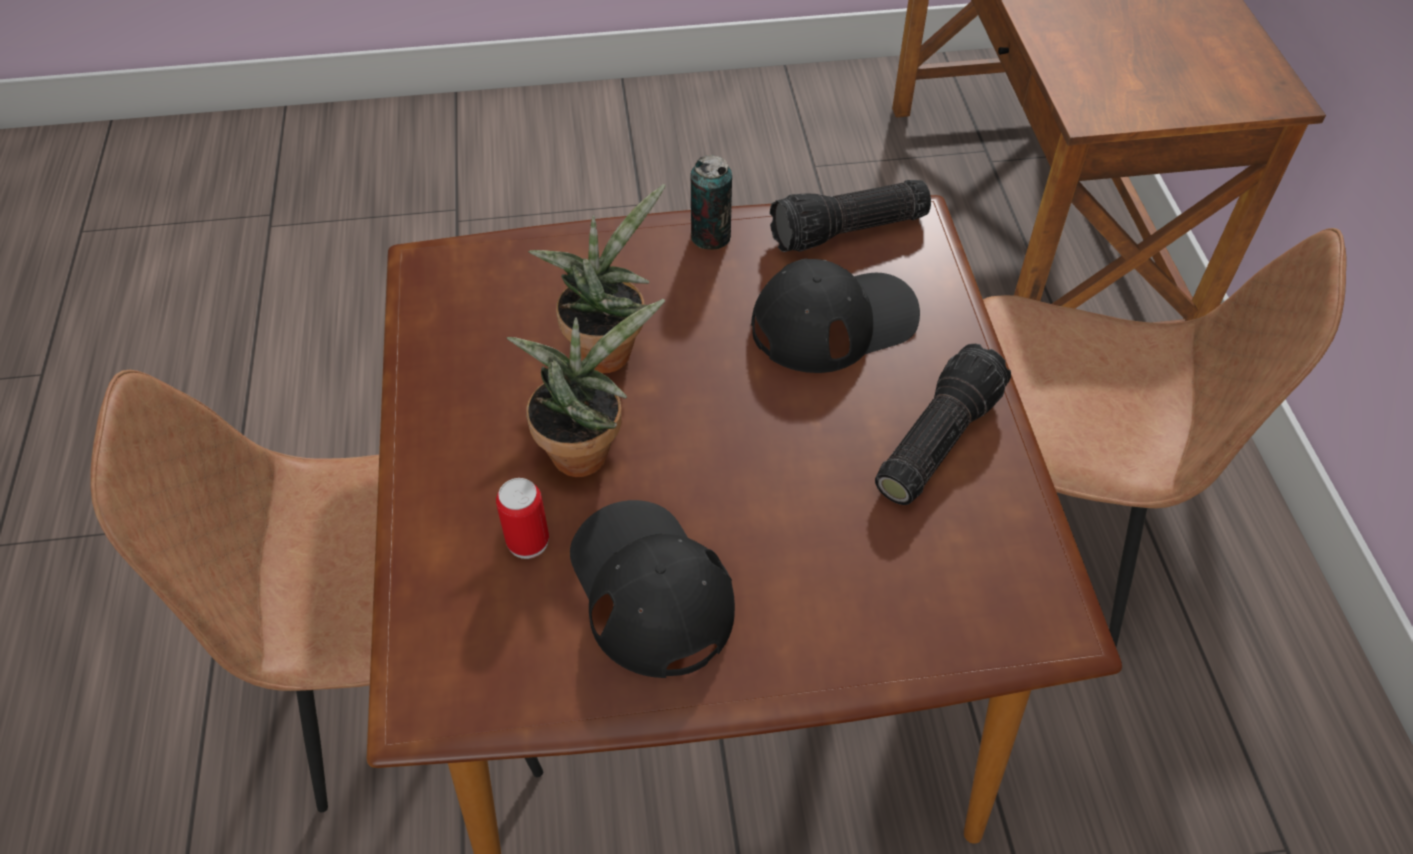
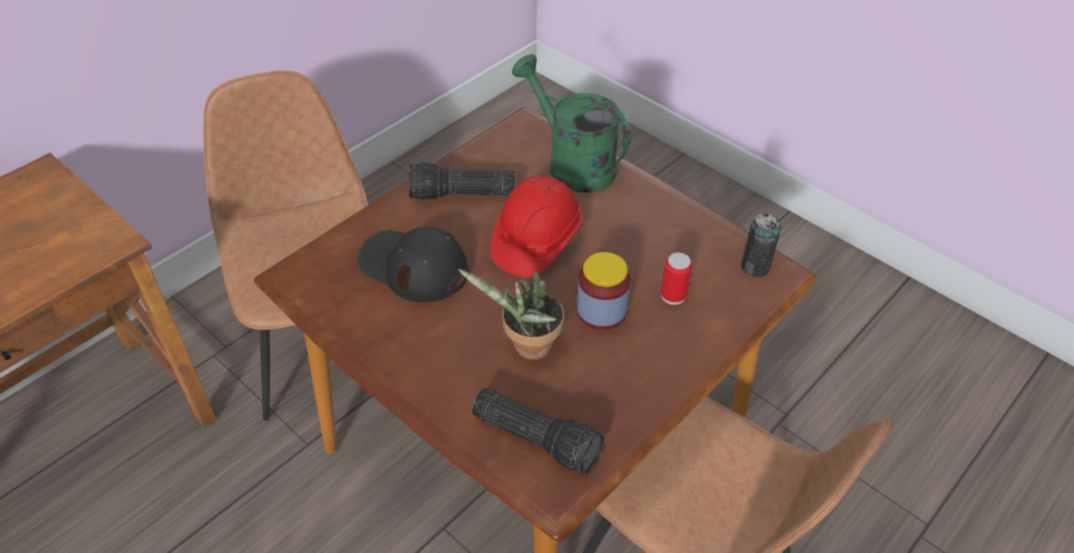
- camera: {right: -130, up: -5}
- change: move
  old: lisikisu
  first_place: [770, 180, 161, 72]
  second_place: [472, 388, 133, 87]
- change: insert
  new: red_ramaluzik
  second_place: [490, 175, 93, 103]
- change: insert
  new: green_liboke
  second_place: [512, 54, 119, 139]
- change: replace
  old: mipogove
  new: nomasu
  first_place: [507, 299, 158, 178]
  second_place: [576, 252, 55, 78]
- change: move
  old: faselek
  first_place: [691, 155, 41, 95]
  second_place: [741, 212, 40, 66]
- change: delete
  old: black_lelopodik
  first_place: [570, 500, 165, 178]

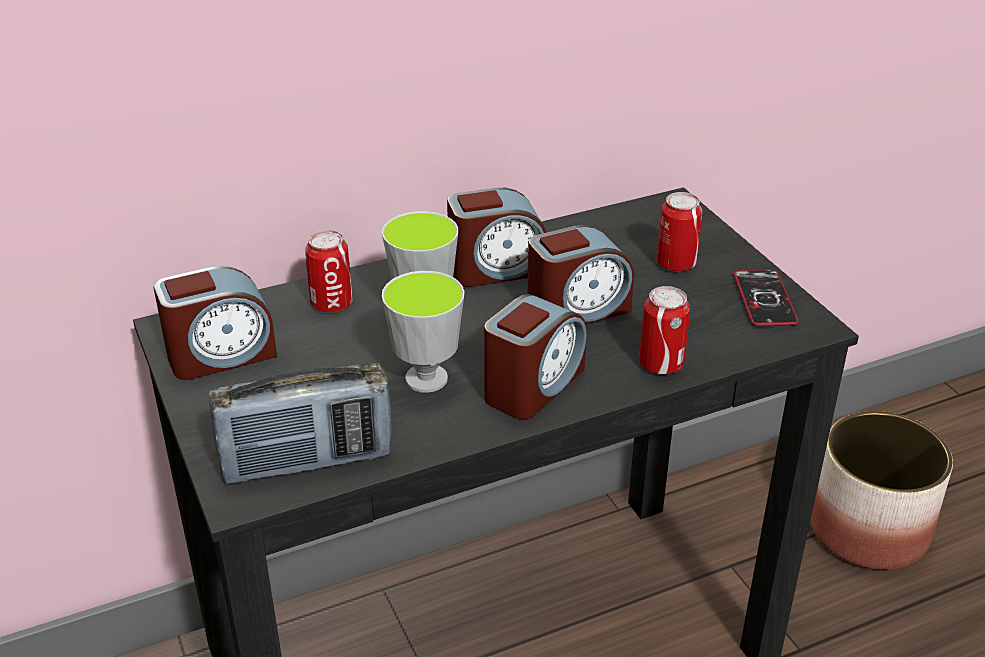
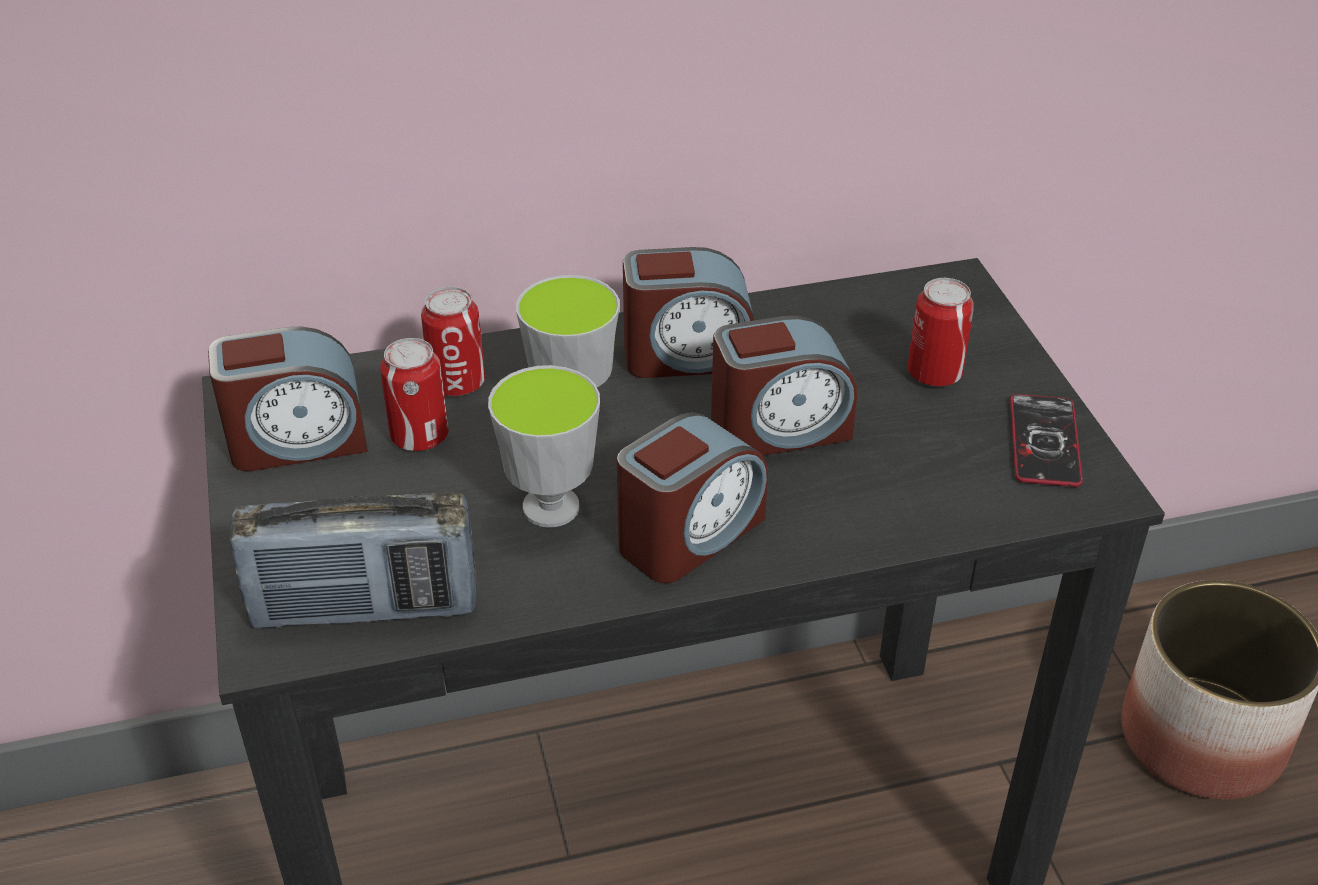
- camera: {right: 10, up: 5}
- change: move
  old: faselek
  first_place: [639, 286, 51, 88]
  second_place: [380, 338, 69, 113]

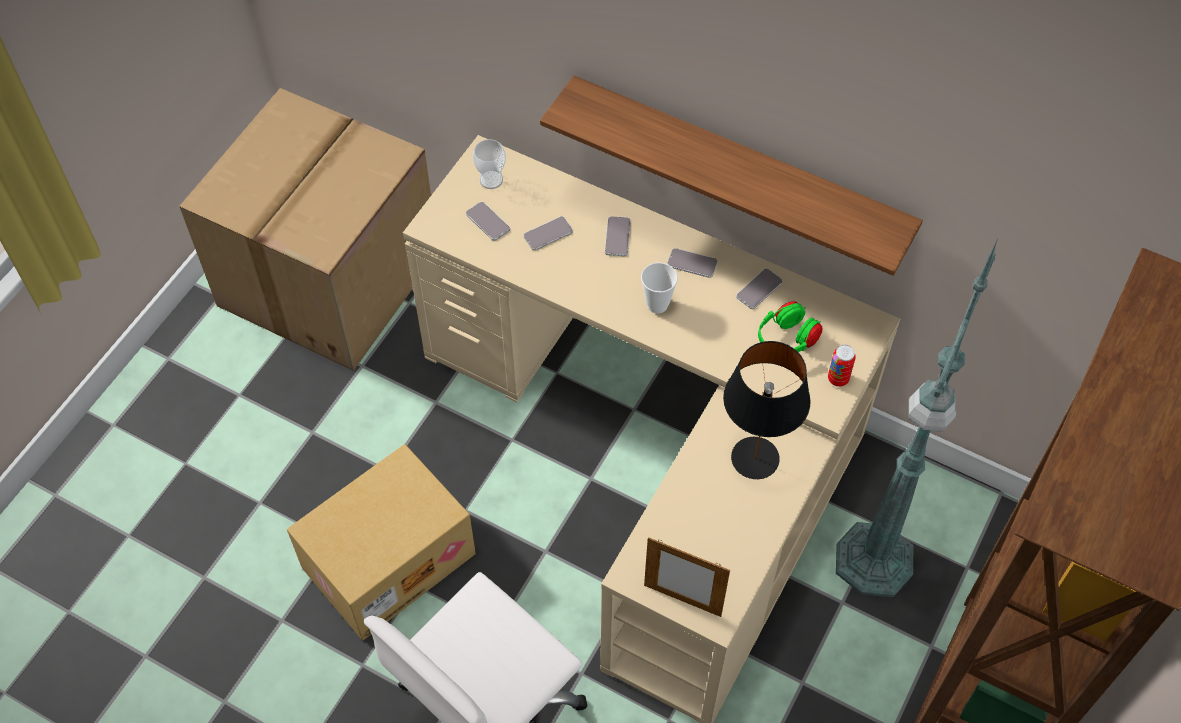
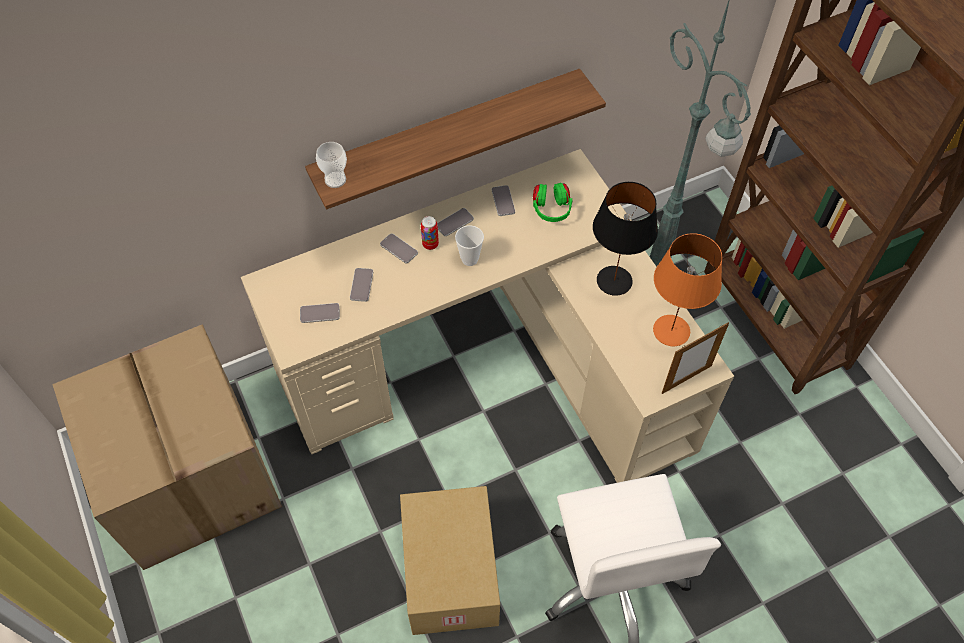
- camera: {right: -55, up: 0}
- change: move
  old: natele
  first_place: [473, 139, 33, 50]
  second_place: [316, 142, 31, 46]
- change: move
  old: faselek
  first_place: [828, 344, 28, 43]
  second_place: [421, 216, 18, 34]
- change: insert
  new: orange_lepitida
  second_place: [653, 233, 69, 113]

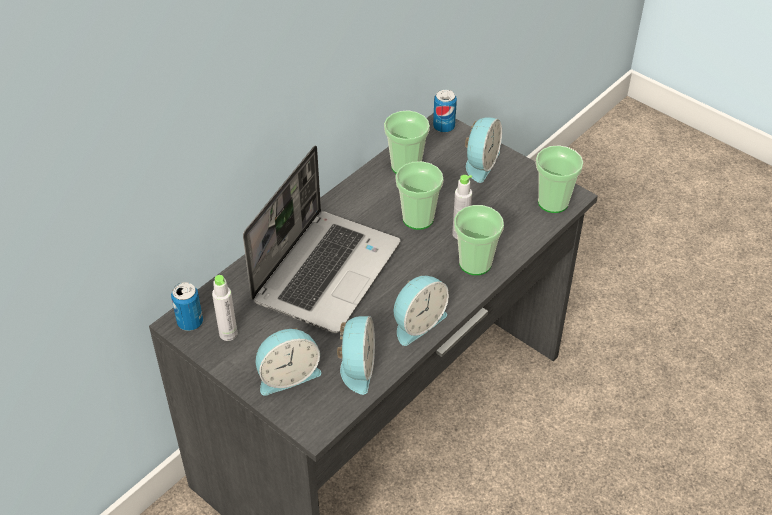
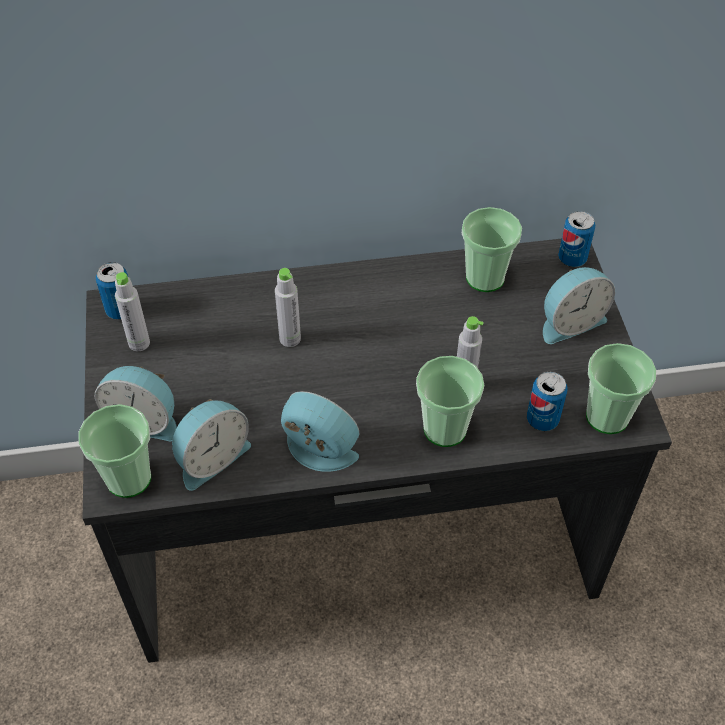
- camera: {right: 40, up: 5}
- change: move
  old: natele
  first_place: [396, 161, 47, 69]
  second_place: [78, 404, 73, 94]
- change: replace
  old: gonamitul
  new: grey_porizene
  first_place: [243, 145, 158, 188]
  second_place: [275, 268, 26, 79]
- change: rotate
  old: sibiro
  first_place: [394, 276, 55, 70]
  second_place: [281, 391, 78, 81]
  degrees: -150
- change: insert
  new: faselek
  second_place: [527, 372, 41, 59]

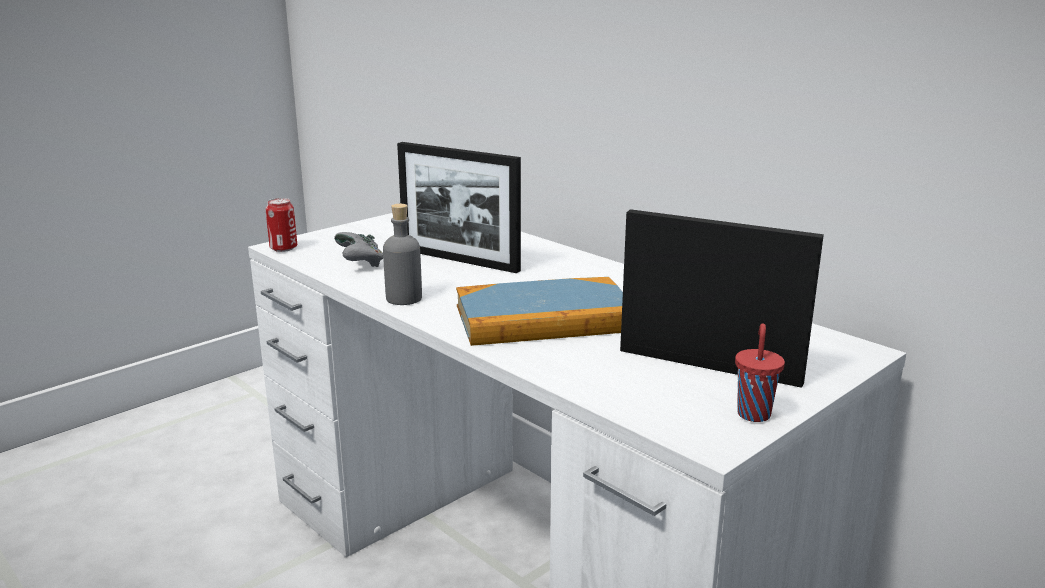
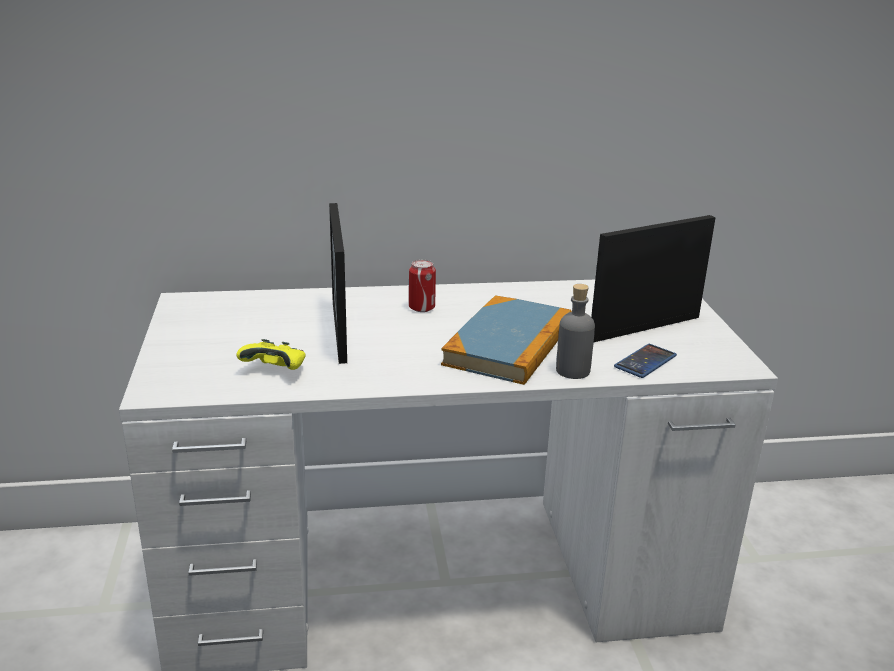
- camera: {right: -55, up: 5}
- change: recolor
  old: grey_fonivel
  new: yellow_fonivel
  first_place: [334, 232, 49, 35]
  second_place: [236, 339, 70, 31]
- change: rotate
  old: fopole
  first_place: [397, 142, 124, 131]
  second_place: [329, 203, 18, 161]
  degrees: 105
- change: move
  old: faselek
  first_place: [266, 198, 31, 54]
  second_place: [409, 259, 27, 53]
- change: move
  old: grey_porizene
  first_place: [383, 204, 39, 101]
  second_place: [556, 284, 39, 95]
- change: insert
  new: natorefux
  second_place: [614, 344, 63, 34]
- change: delete
  old: red_natele
  first_place: [735, 323, 50, 99]

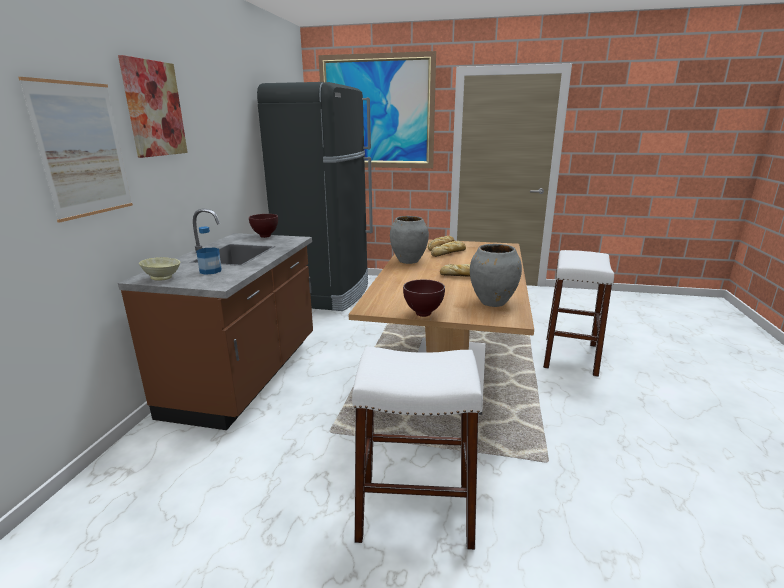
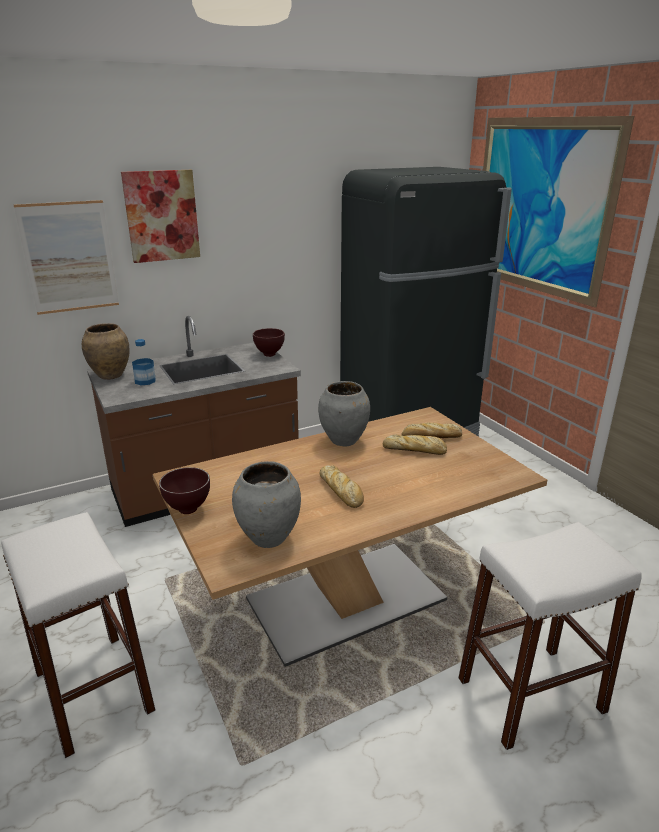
- camera: {right: 50, up: 5}
- change: replace
  old: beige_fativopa
  new: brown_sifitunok
  first_place: [139, 257, 41, 24]
  second_place: [82, 323, 47, 57]

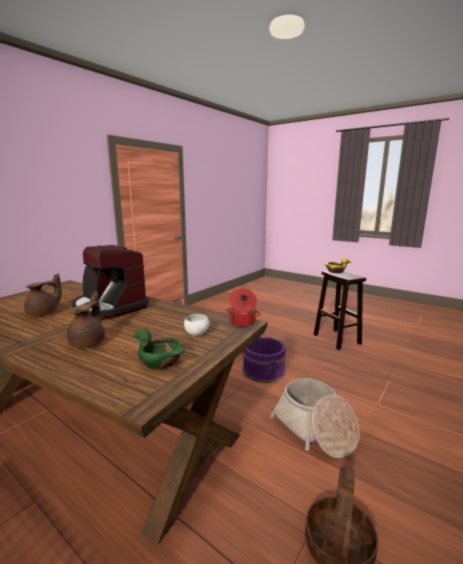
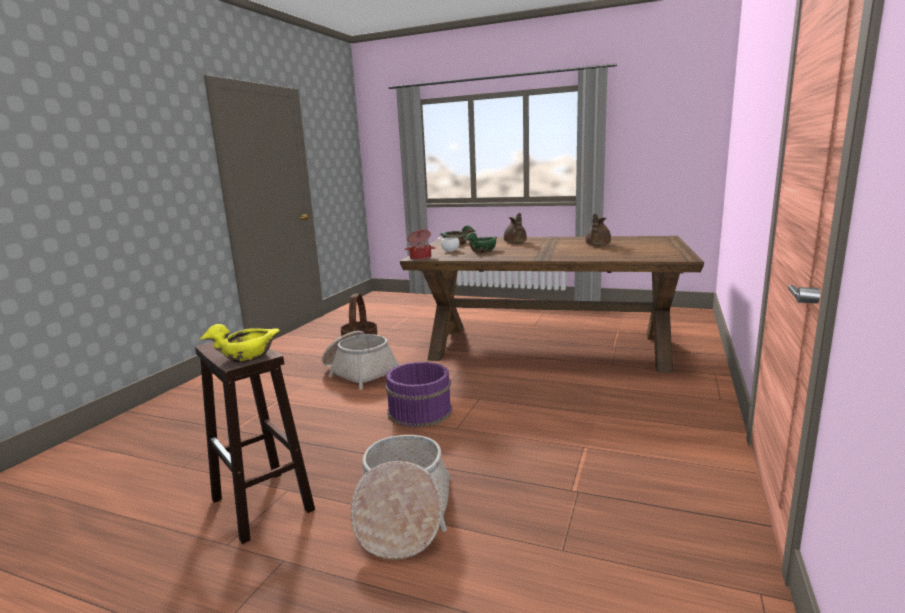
- camera: {right: 165, up: 0}
- change: insert
  new: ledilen
  second_place: [351, 435, 100, 124]
- change: insert
  new: green_fativopa
  second_place: [464, 232, 33, 21]
- change: delete
  old: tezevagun
  first_place: [72, 245, 77, 75]

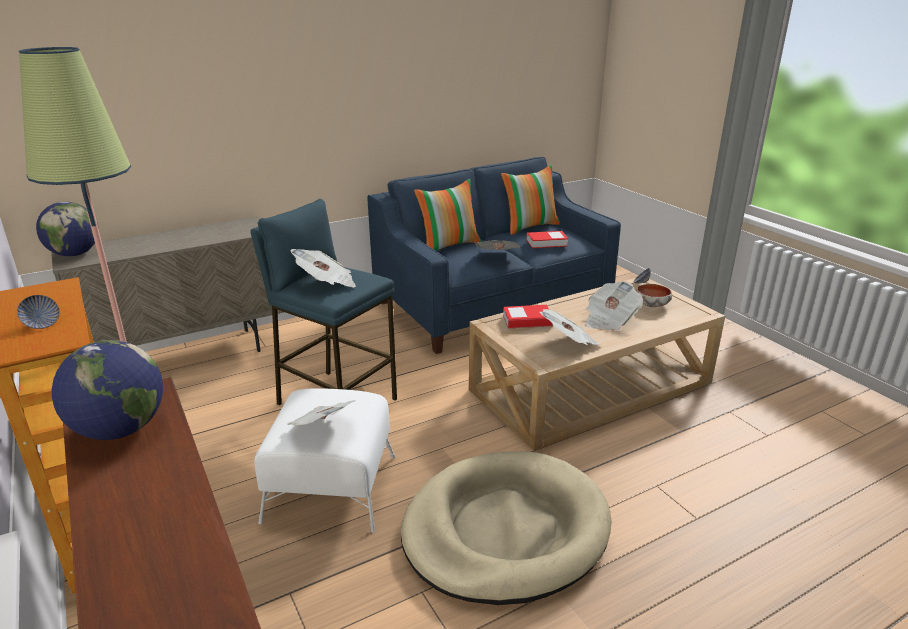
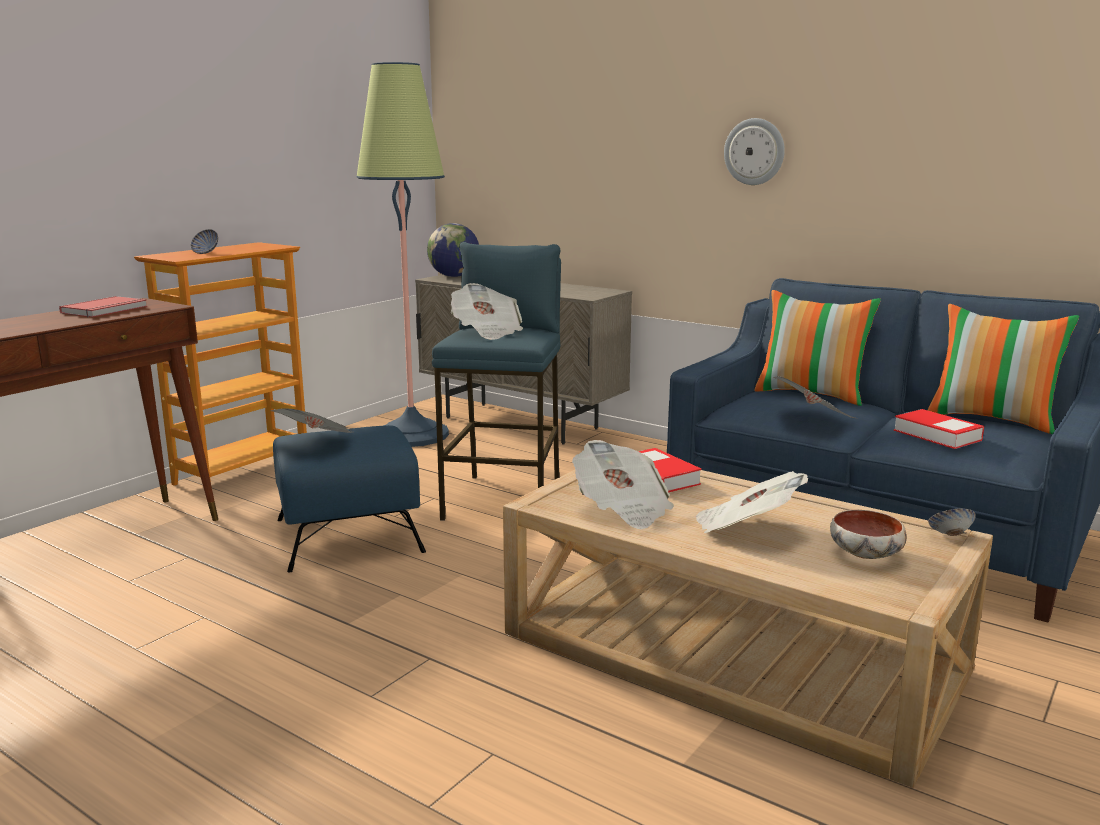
- camera: {right: 65, up: -10}
- change: replace
  old: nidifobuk
  new: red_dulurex
  first_place: [52, 340, 111, 100]
  second_place: [59, 296, 88, 21]
- change: recolor
  old: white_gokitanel
  new: blue_gokitanel
  first_place: [254, 388, 141, 145]
  second_place: [273, 425, 153, 148]
- change: insert
  new: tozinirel
  second_place: [724, 118, 61, 67]
- change: delete
  old: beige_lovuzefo
  first_place: [401, 451, 210, 154]

